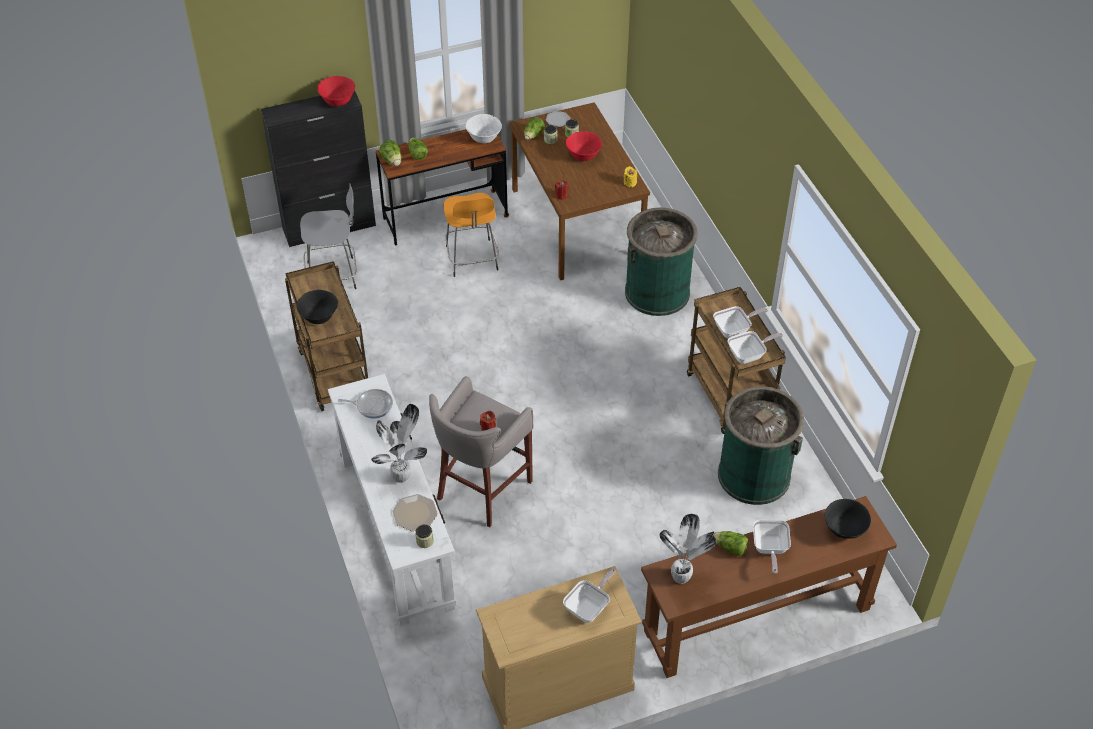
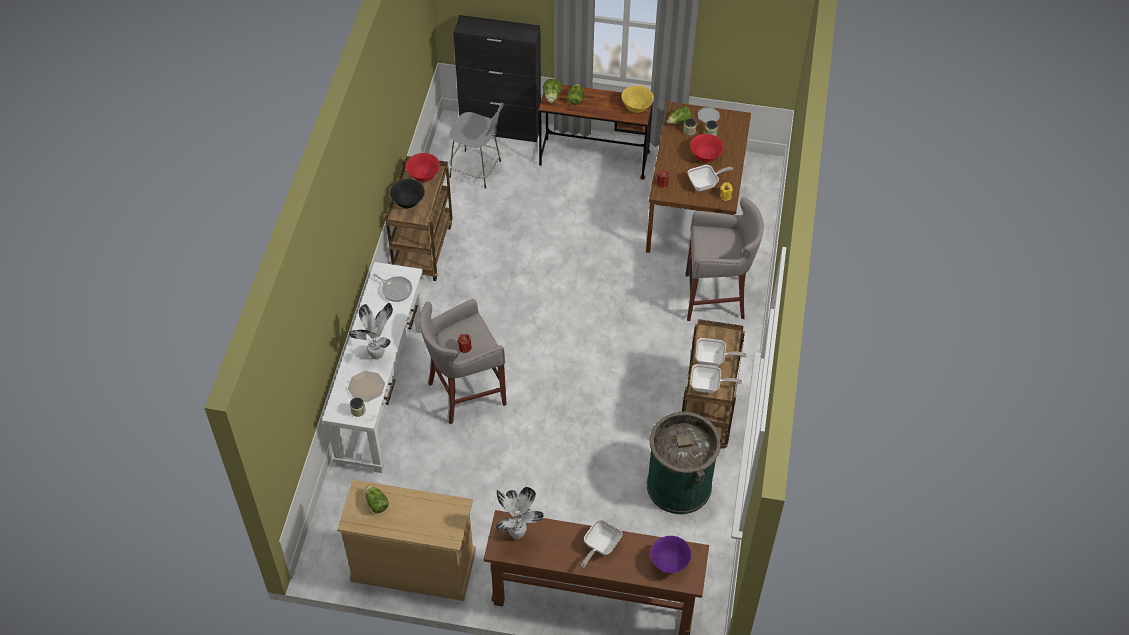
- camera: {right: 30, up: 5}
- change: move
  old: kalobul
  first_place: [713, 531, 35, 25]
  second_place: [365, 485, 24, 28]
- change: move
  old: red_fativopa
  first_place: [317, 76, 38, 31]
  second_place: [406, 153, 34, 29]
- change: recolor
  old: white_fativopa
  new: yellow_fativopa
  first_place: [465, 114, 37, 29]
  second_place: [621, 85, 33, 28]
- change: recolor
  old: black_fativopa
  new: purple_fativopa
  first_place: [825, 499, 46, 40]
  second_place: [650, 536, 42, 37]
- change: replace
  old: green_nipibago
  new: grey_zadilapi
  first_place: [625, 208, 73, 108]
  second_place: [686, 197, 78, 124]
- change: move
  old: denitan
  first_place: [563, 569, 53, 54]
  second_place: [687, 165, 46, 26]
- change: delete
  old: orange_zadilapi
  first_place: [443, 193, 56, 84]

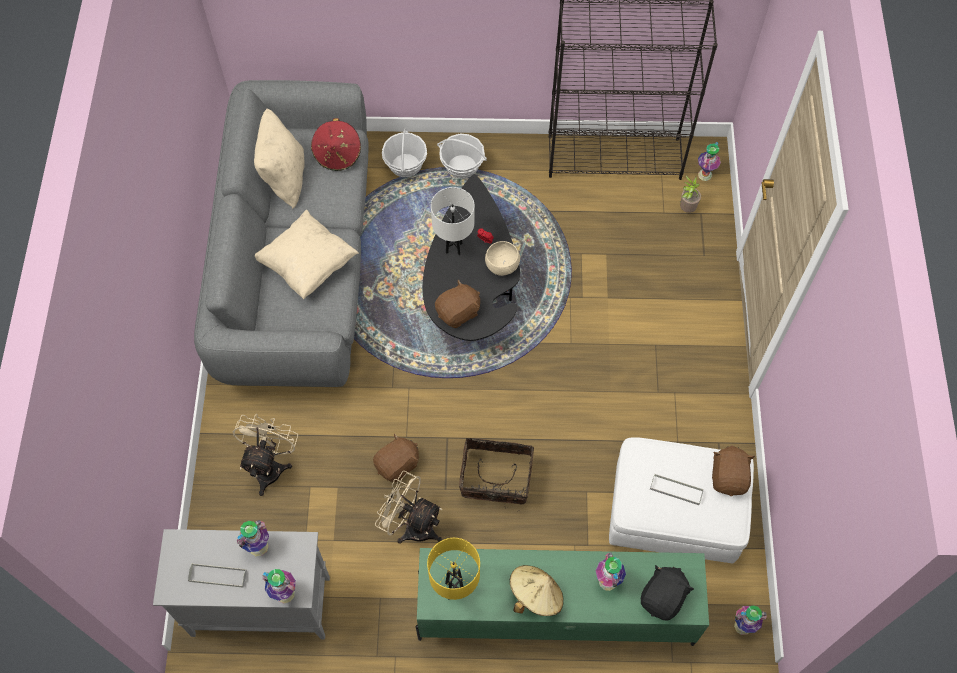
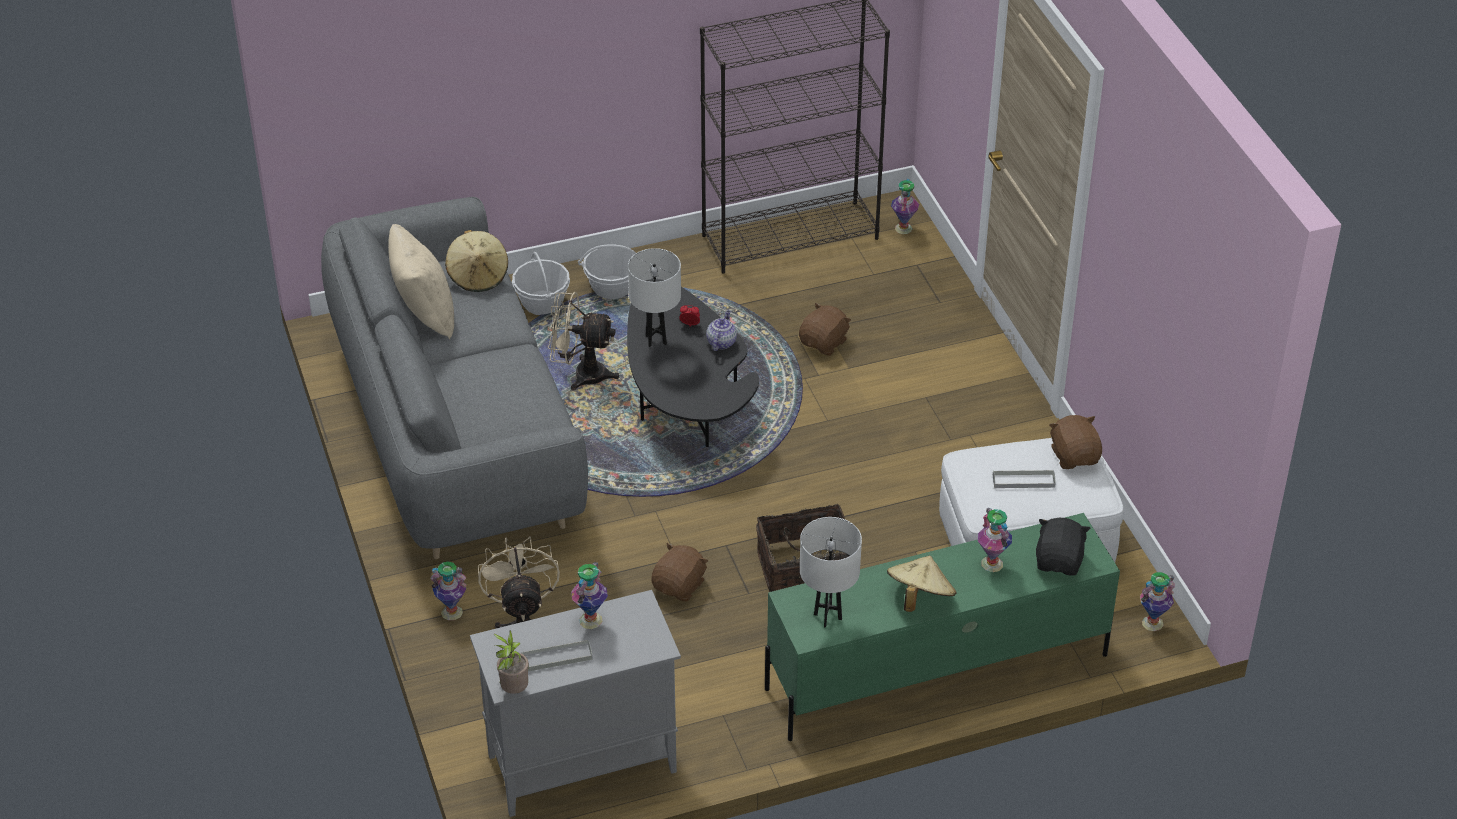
- camera: {right: -20, up: -20}
- change: move
  old: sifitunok
  first_place: [263, 569, 33, 34]
  second_place: [430, 561, 37, 59]
- change: recolor
  old: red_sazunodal
  new: beige_sazunodal
  first_place: [311, 118, 50, 53]
  second_place: [445, 230, 63, 62]
- change: move
  old: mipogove
  first_place: [680, 176, 21, 37]
  second_place: [494, 630, 35, 64]
- change: move
  old: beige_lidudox
  first_place: [375, 471, 67, 73]
  second_place: [548, 292, 71, 99]
- change: replace
  old: beige_fativopa
  new: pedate
  first_place: [485, 241, 35, 35]
  second_place: [706, 311, 31, 40]
- change: move
  old: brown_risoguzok
  first_place: [435, 280, 45, 48]
  second_place: [799, 303, 52, 53]
- change: recolor
  old: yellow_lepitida
  new: white_lepitida
  first_place: [427, 538, 53, 62]
  second_place: [800, 517, 62, 111]
- change: delete
  old: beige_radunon
  first_place: [255, 210, 104, 89]

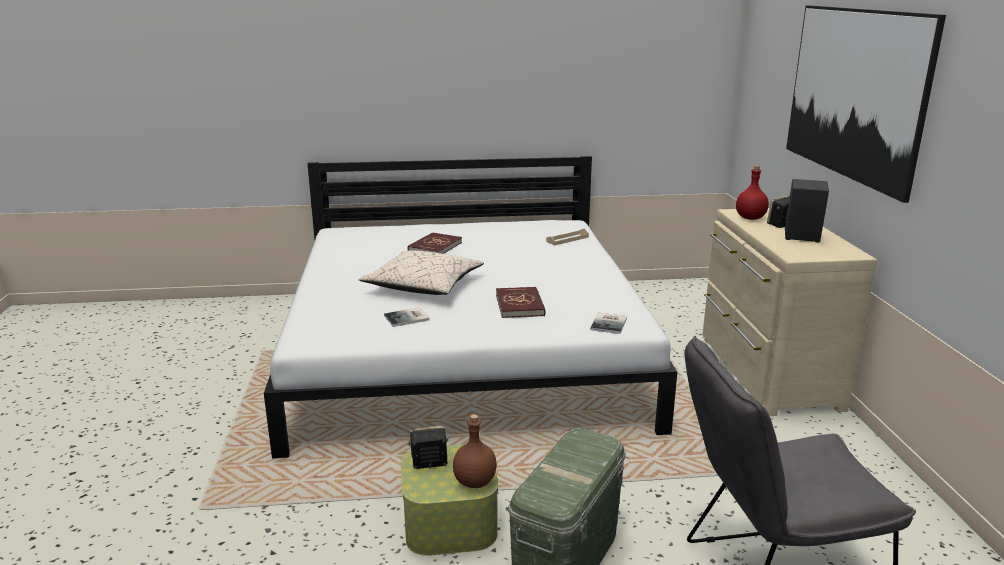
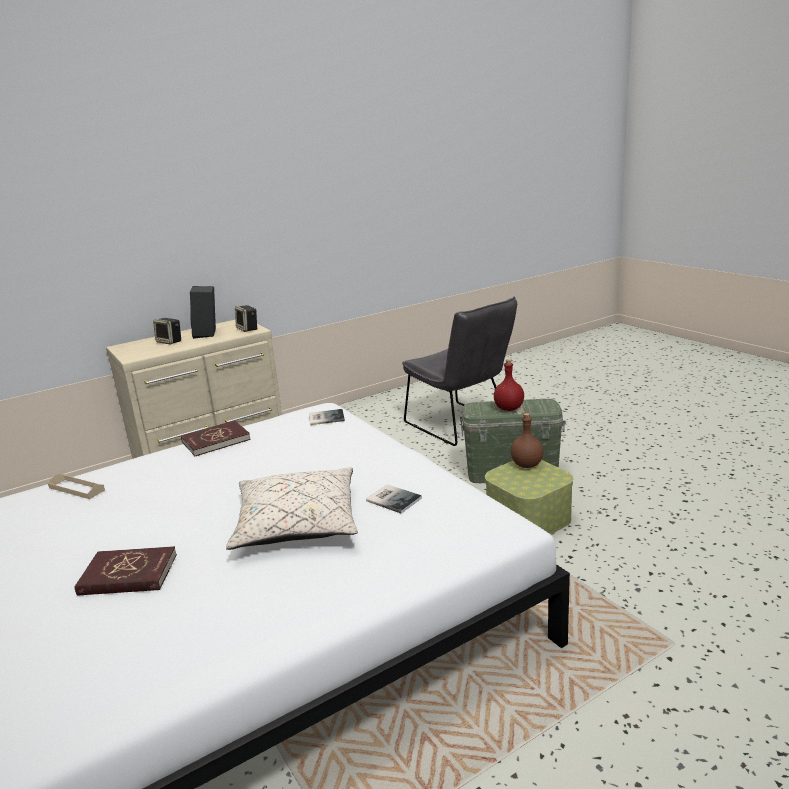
- camera: {right: -115, up: 0}
- change: move
  old: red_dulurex
  first_place: [496, 287, 50, 31]
  second_place: [181, 420, 70, 36]
- change: move
  old: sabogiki
  first_place: [408, 426, 40, 43]
  second_place: [235, 305, 23, 27]
- change: move
  old: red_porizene
  first_place: [736, 165, 33, 55]
  second_place: [494, 359, 30, 52]
- change: delete
  old: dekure
  first_place: [786, 5, 160, 198]

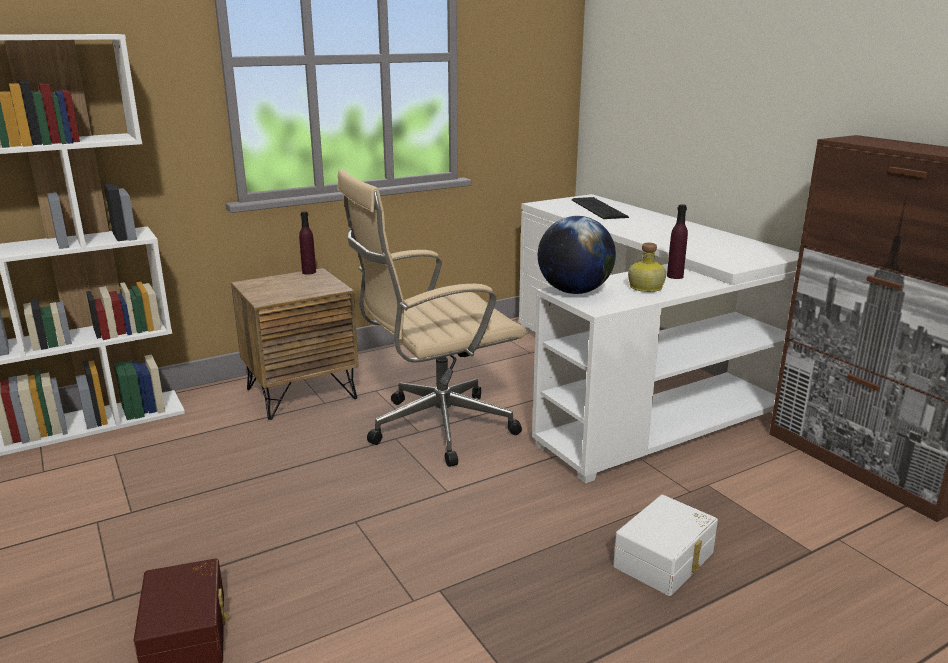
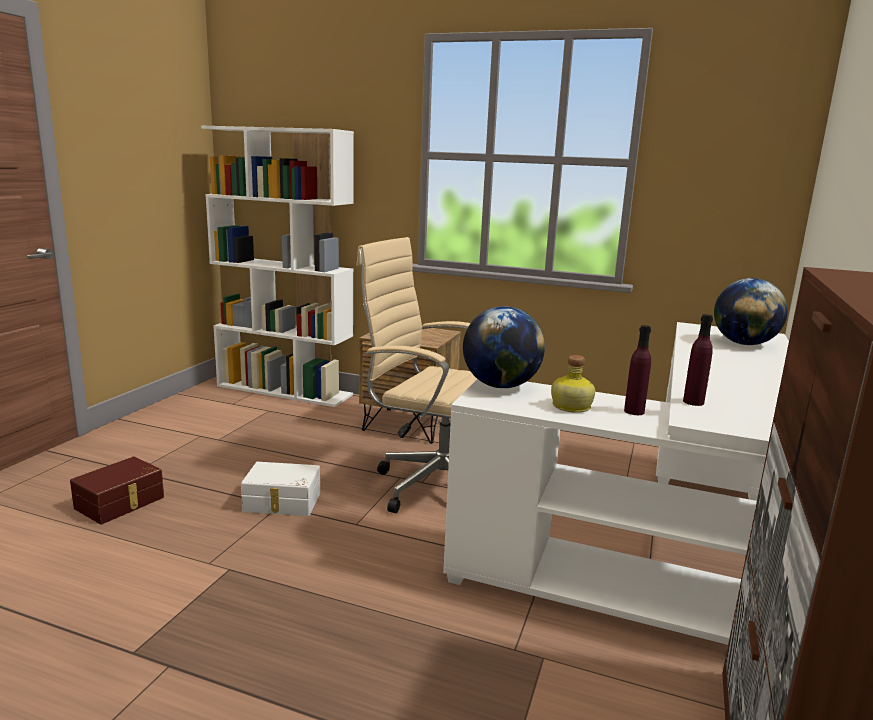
- camera: {right: 50, up: -5}
- change: move
  old: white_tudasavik
  first_place: [613, 495, 105, 101]
  second_place: [241, 462, 79, 54]
- change: move
  old: purple_porizene
  first_place: [299, 211, 17, 63]
  second_place: [683, 314, 30, 92]
- change: replace
  old: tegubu
  new: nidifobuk
  first_place: [572, 197, 57, 22]
  second_place: [714, 278, 74, 67]

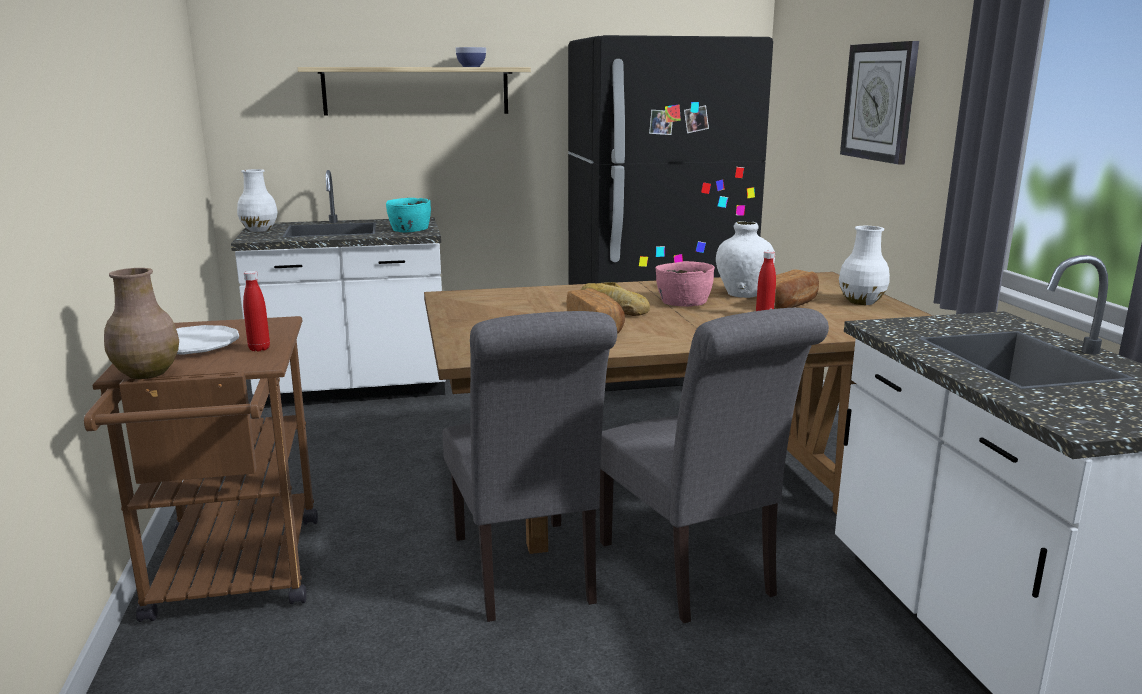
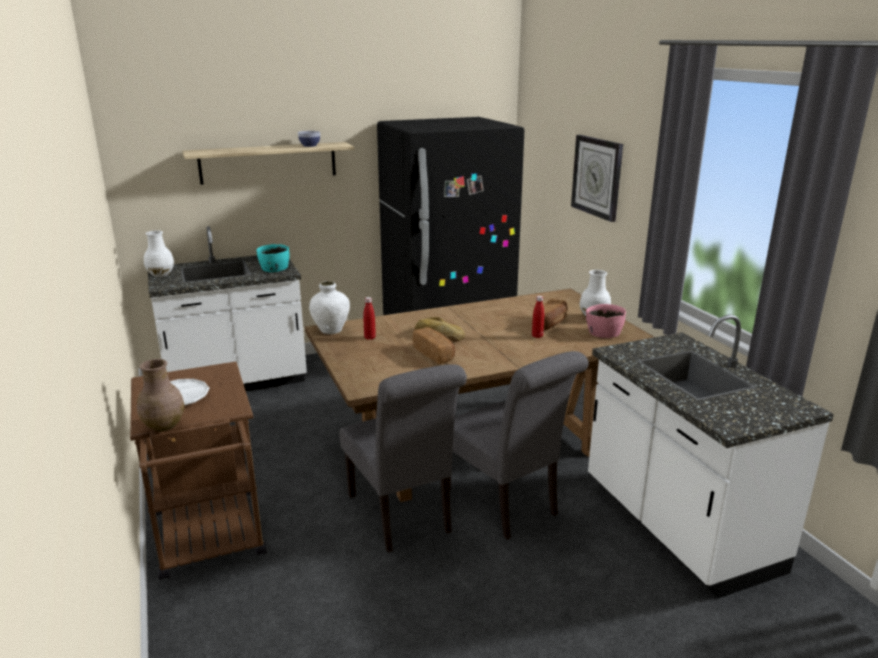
- camera: {right: -10, up: 5}
- change: move
  old: white_sifitunok
  first_place: [716, 221, 59, 77]
  second_place: [309, 281, 41, 53]
- change: move
  old: red_porizene
  first_place: [243, 271, 27, 80]
  second_place: [363, 297, 13, 43]
- change: move
  old: pink_fativopa
  first_place: [655, 261, 60, 46]
  second_place: [586, 304, 40, 34]

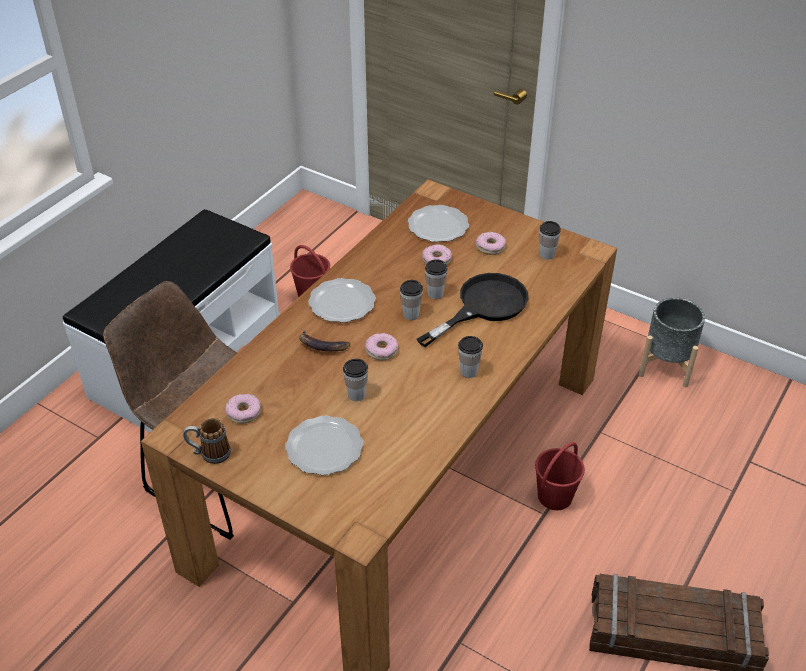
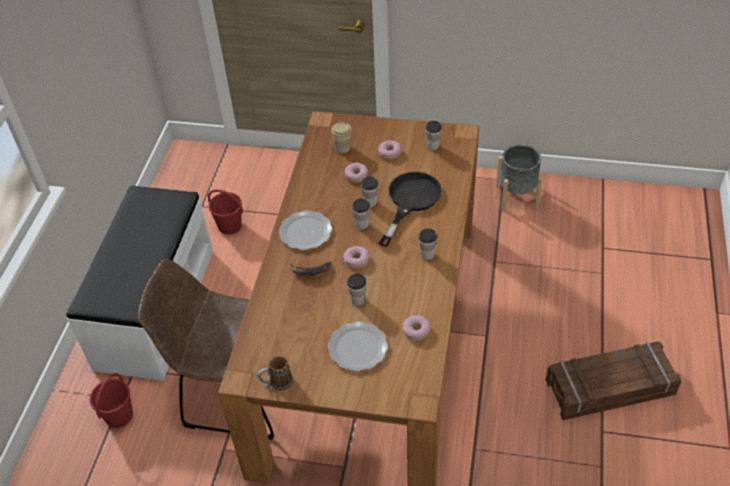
- camera: {right: -20, up: 5}
- change: move
  old: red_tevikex
  first_place: [535, 442, 50, 68]
  second_place: [90, 373, 43, 55]
- change: replace
  old: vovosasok
  new: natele
  first_place: [408, 205, 61, 37]
  second_place: [331, 122, 21, 31]
- change: move
  old: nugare
  first_place: [225, 394, 36, 30]
  second_place: [403, 315, 27, 26]

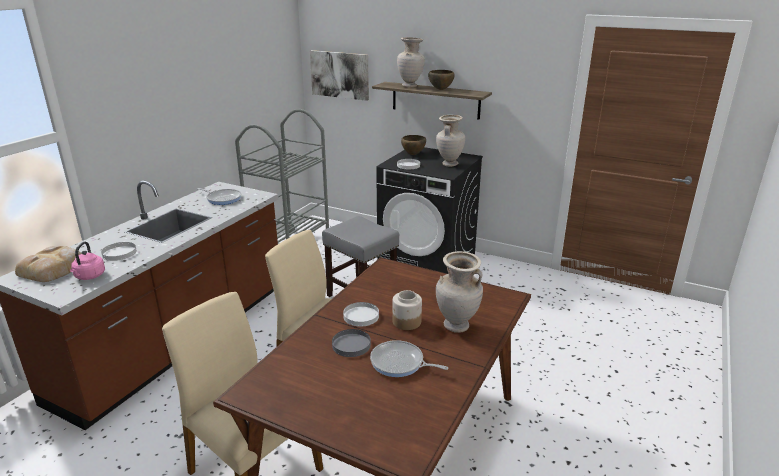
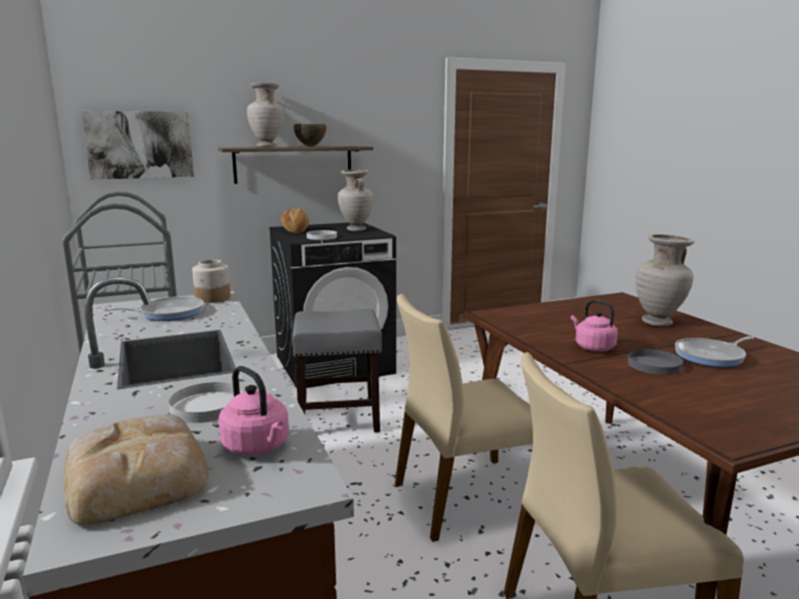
- camera: {right: -50, up: -10}
- change: move
  old: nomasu
  first_place: [392, 290, 30, 40]
  second_place: [192, 260, 39, 43]
- change: replace
  old: brown_fativopa
  new: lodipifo
  first_place: [401, 135, 25, 20]
  second_place: [281, 209, 28, 24]
- change: replace
  old: white_vovosasok
  new: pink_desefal
  first_place: [343, 302, 36, 25]
  second_place: [571, 300, 47, 51]

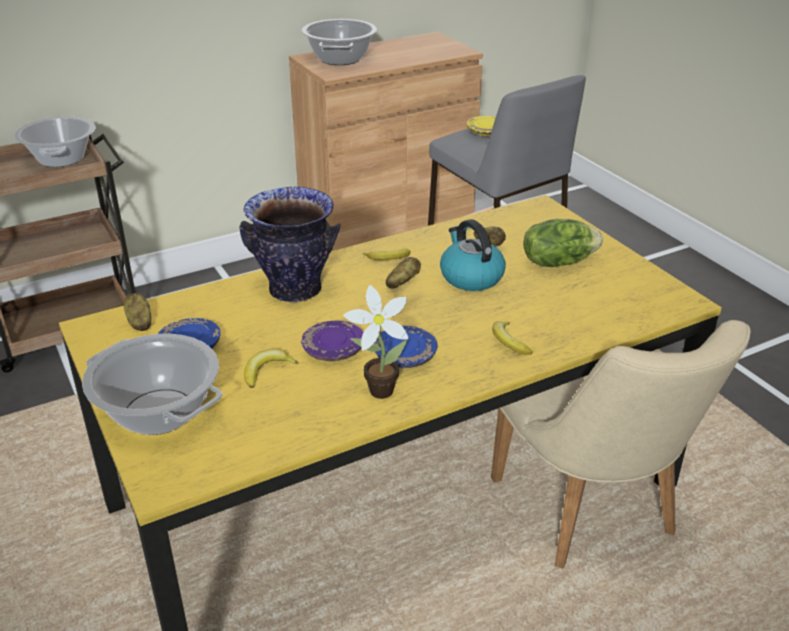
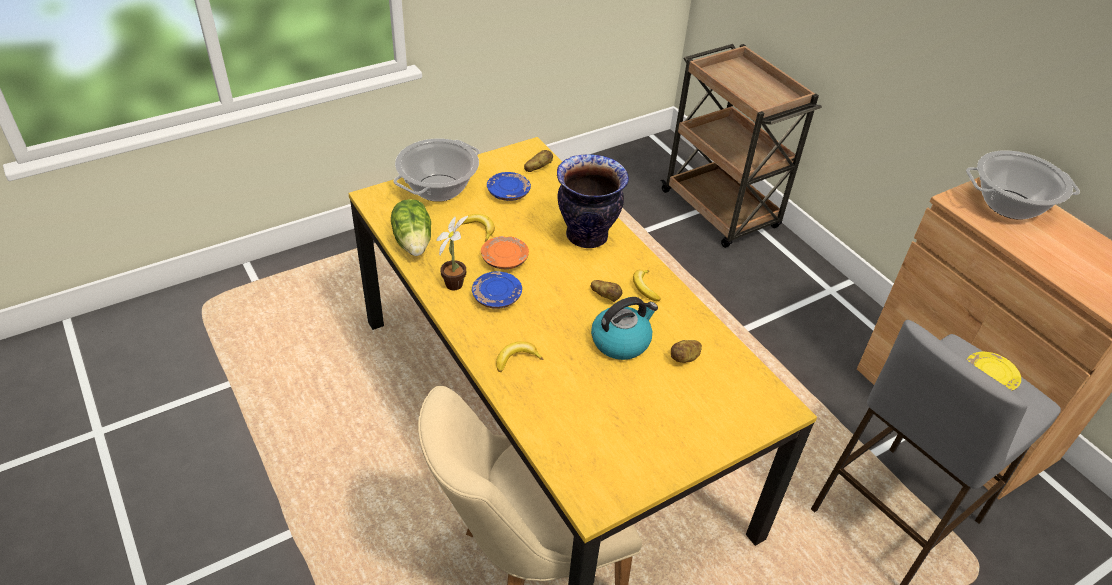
- camera: {right: 85, up: 10}
- change: move
  old: kalobul
  first_place: [523, 219, 80, 48]
  second_place: [391, 199, 40, 57]
- change: recolor
  old: purple_vovosasok
  new: orange_vovosasok
  first_place: [301, 321, 62, 40]
  second_place: [481, 236, 48, 33]
- change: delete
  old: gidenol
  first_place: [14, 116, 82, 51]

